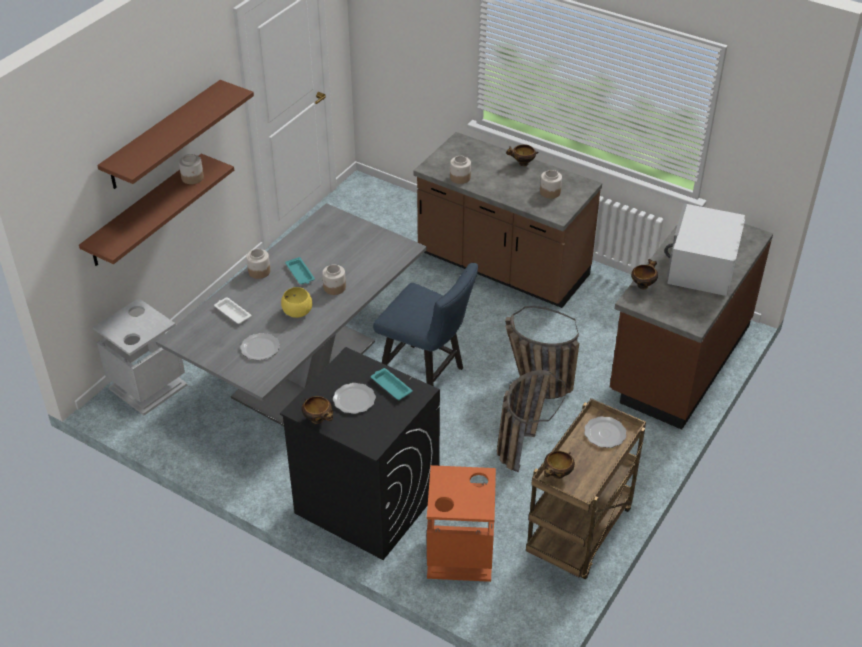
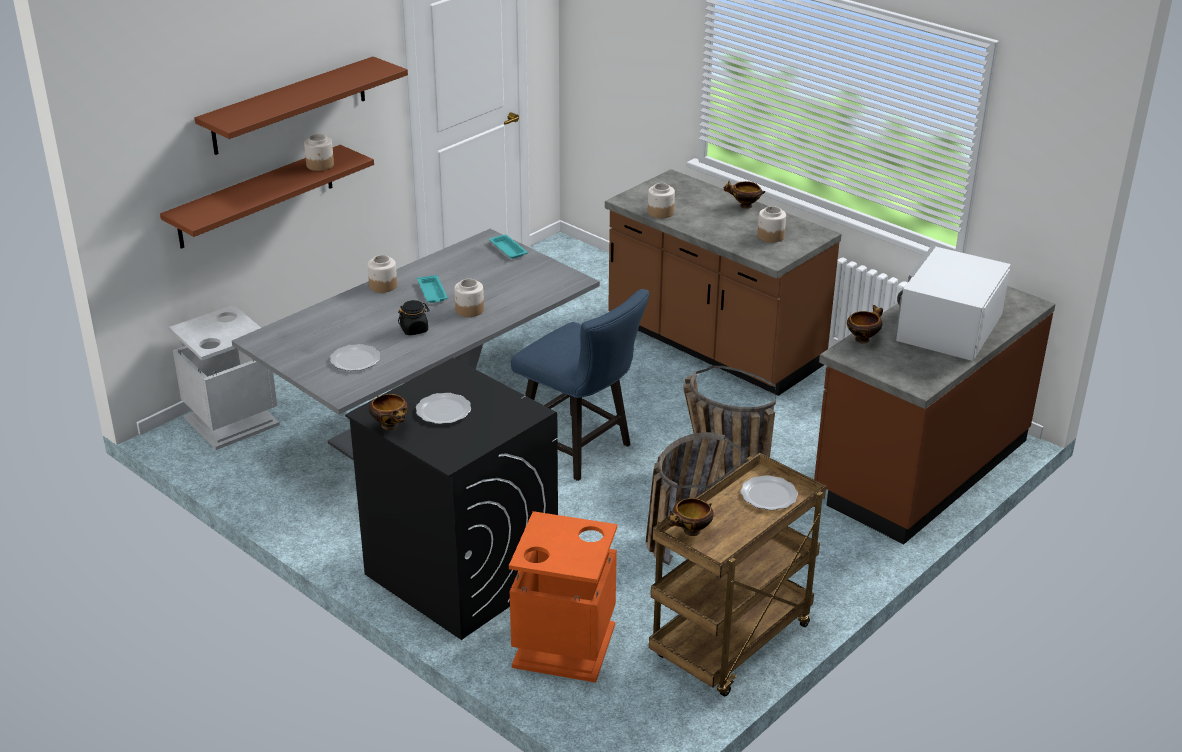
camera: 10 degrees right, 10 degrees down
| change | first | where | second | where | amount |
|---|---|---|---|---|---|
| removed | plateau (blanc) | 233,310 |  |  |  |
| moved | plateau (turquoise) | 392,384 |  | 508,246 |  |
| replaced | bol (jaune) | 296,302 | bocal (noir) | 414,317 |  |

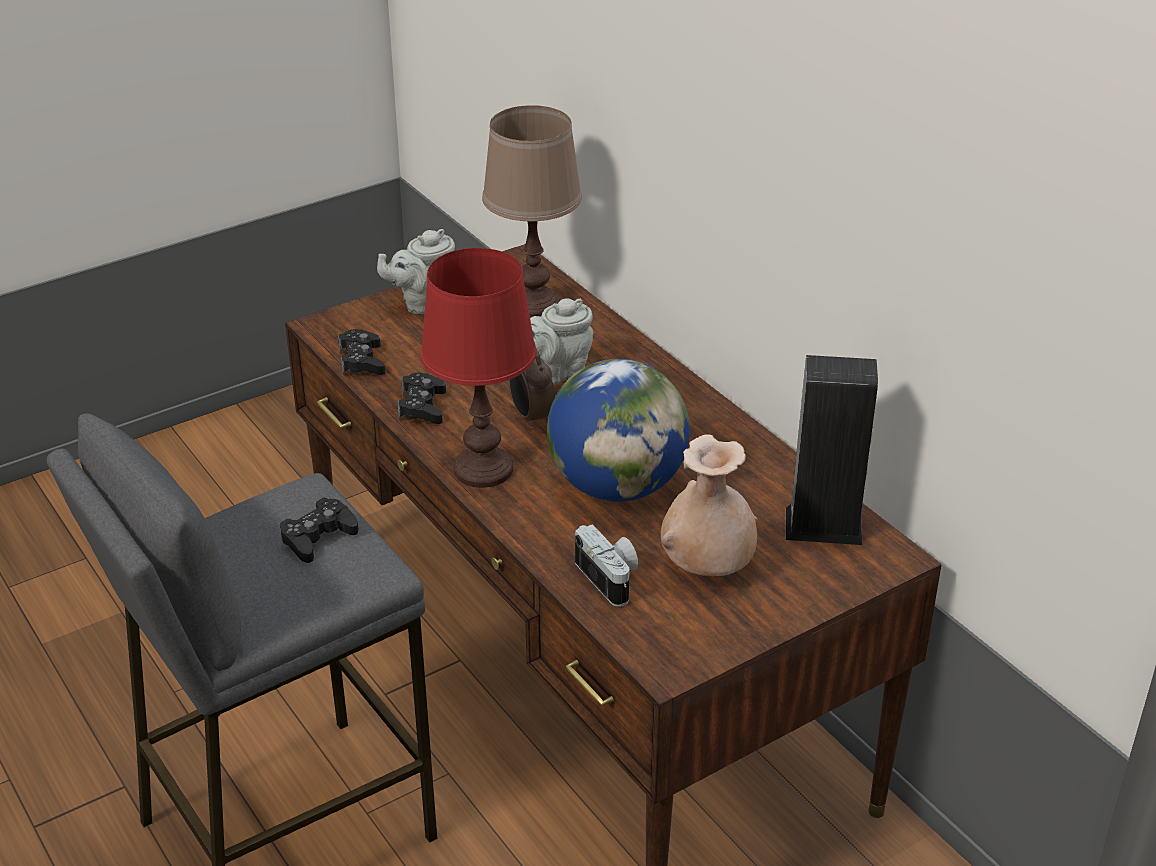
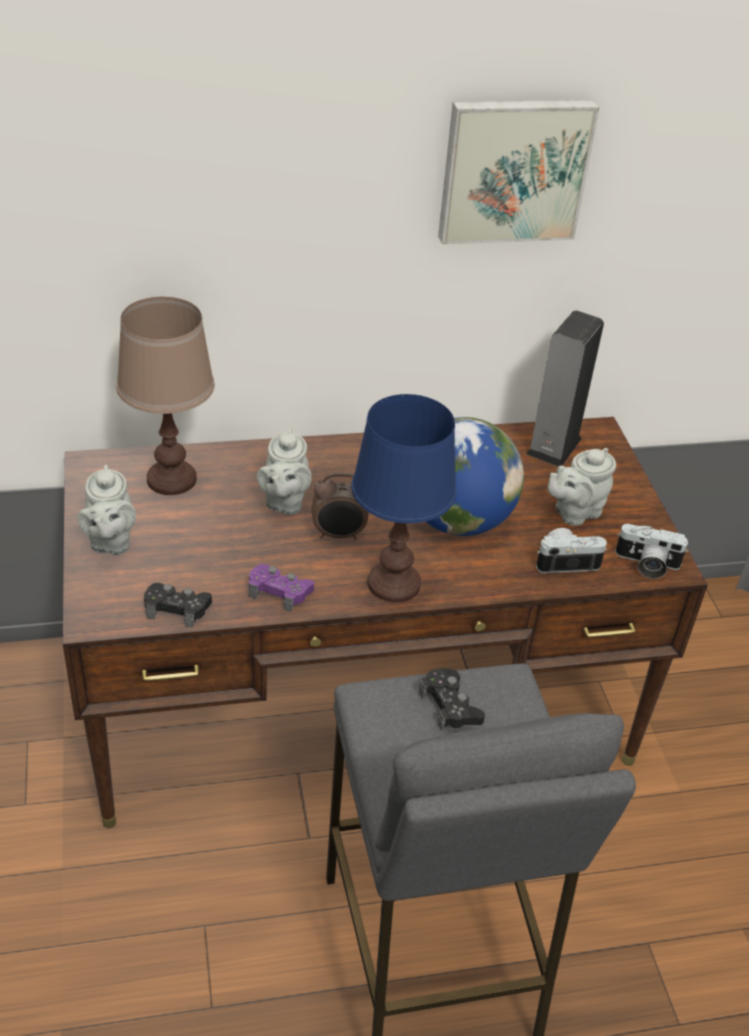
camera: 70 degrees left, 5 degrees up
| change | first | where | second | where | amount |
|---|---|---|---|---|---|
| added |  |  | tableau | 518,172 |  |
| added |  |  | appareil photo | 651,551 |  |
| replaced | vase (beige) | 709,505 | théière (gris) | 582,487 |  |
| recoloured | manette (noir) | 422,398 | manette (violet) | 281,588 |  |
| recoloured | lampe de table (rouge) | 478,368 | lampe de table (bleu) | 404,498 |  |

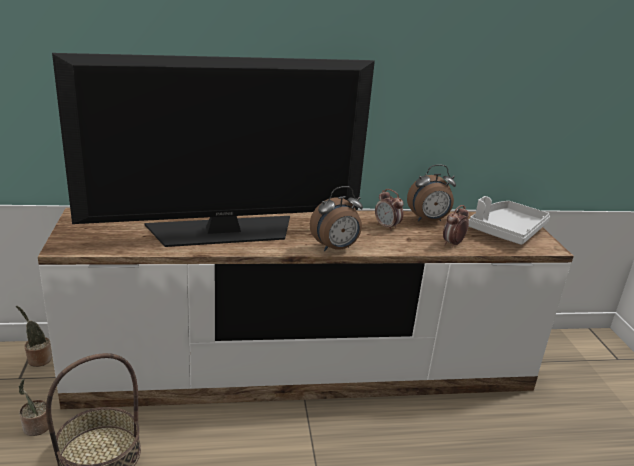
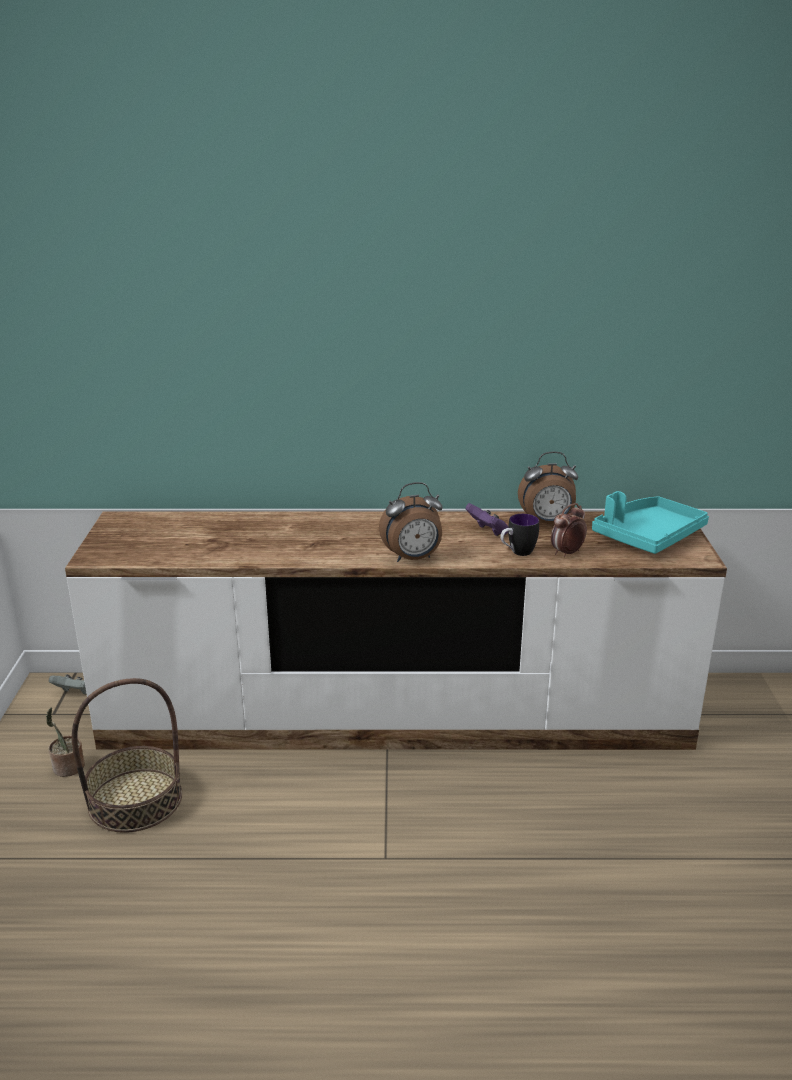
camera: 10 degrees right, 0 degrees up
| change | first | where | second | where | amount |
|---|---|---|---|---|---|
| removed | téléviseur | 213,150 |  |  |  |
| added |  |  | mug | 519,535 |  |
| replaced | plante en pot | 34,336 | manette (gris) | 67,684 |  |
| replaced | réveil | 389,210 | manette (violet) | 487,519 |  |
| recoloured | plateau (gris) | 509,220 | plateau (turquoise) | 650,522 |  |

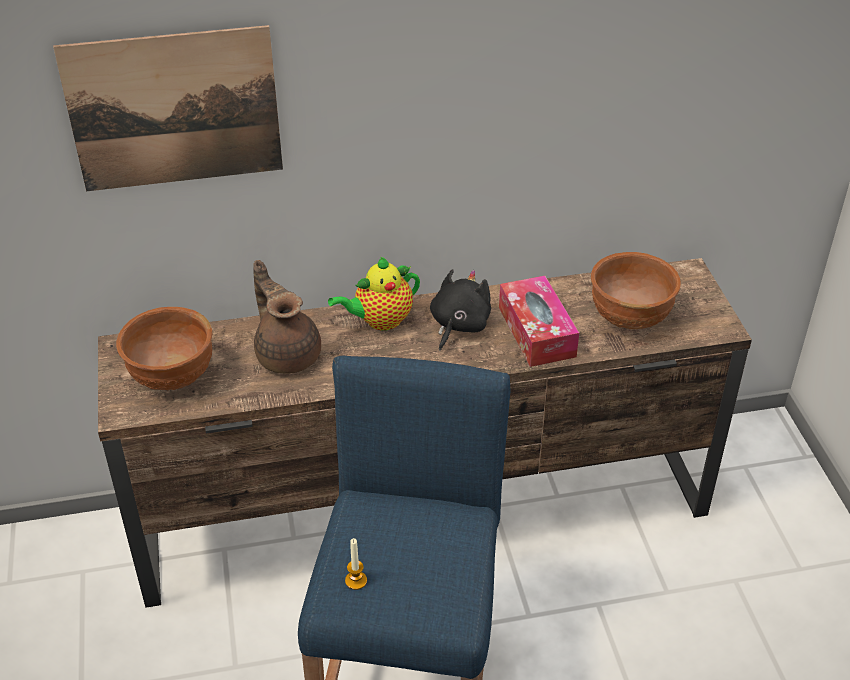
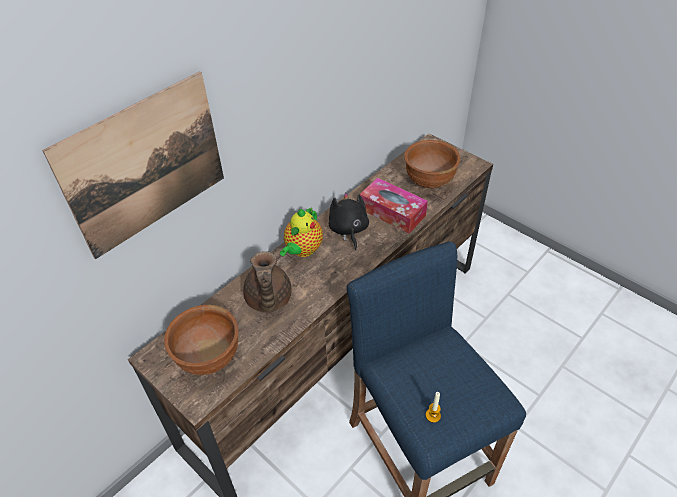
camera: 35 degrees left, 5 degrees up
| change | first | where | second | where | amount |
|---|---|---|---|---|---|
| turned | théière (marron) | 287,317 |  | 267,282 | 120 degrees counterclockwise |

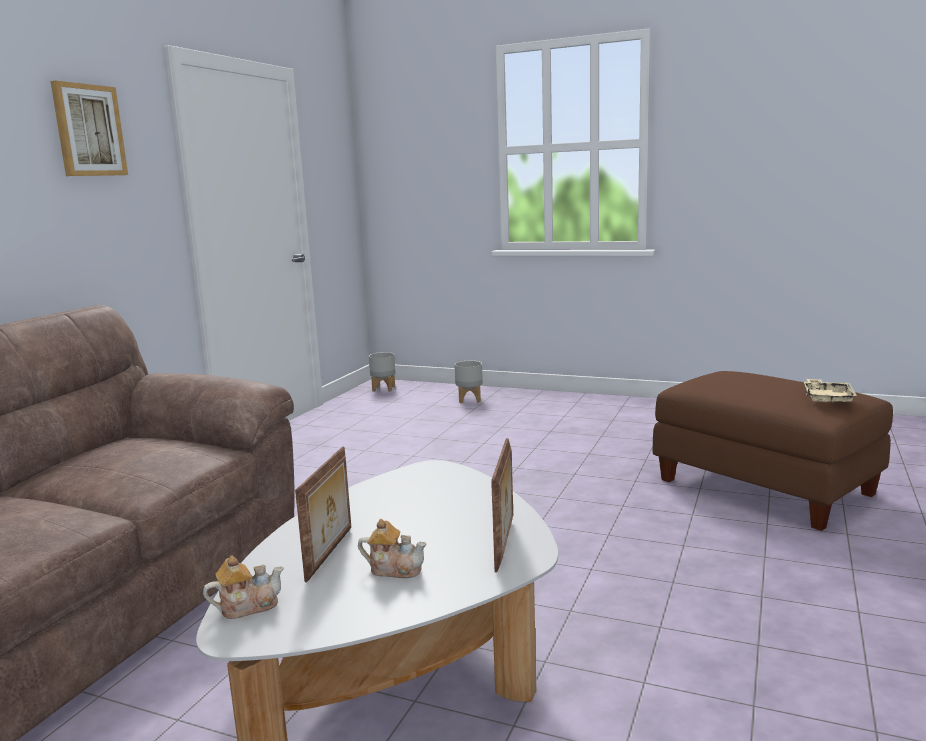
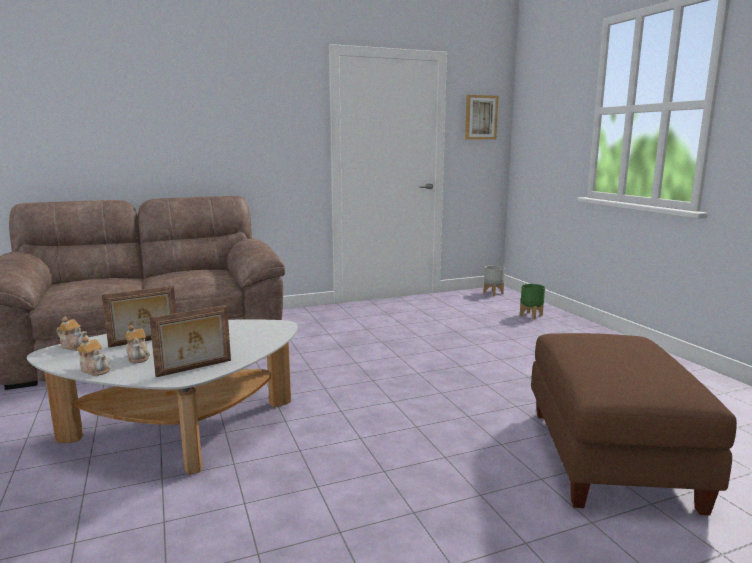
camera: 45 degrees right, 0 degrees up
| change | first | where | second | where | amount |
|---|---|---|---|---|---|
| removed | plateau (beige) | 830,391 |  |  |  |
| added |  |  | théière | 93,356 |  |
| moved | tableau | 89,128 |  | 481,117 |  |
| recoloured | cache-pot (gris) | 469,382 | cache-pot (vert) | 532,301 |  |

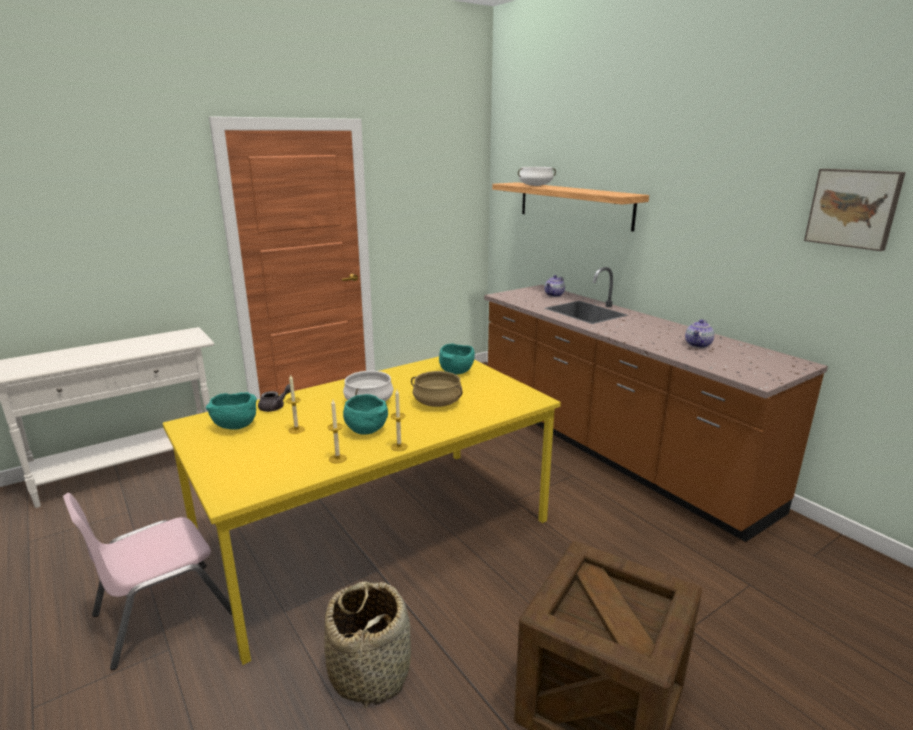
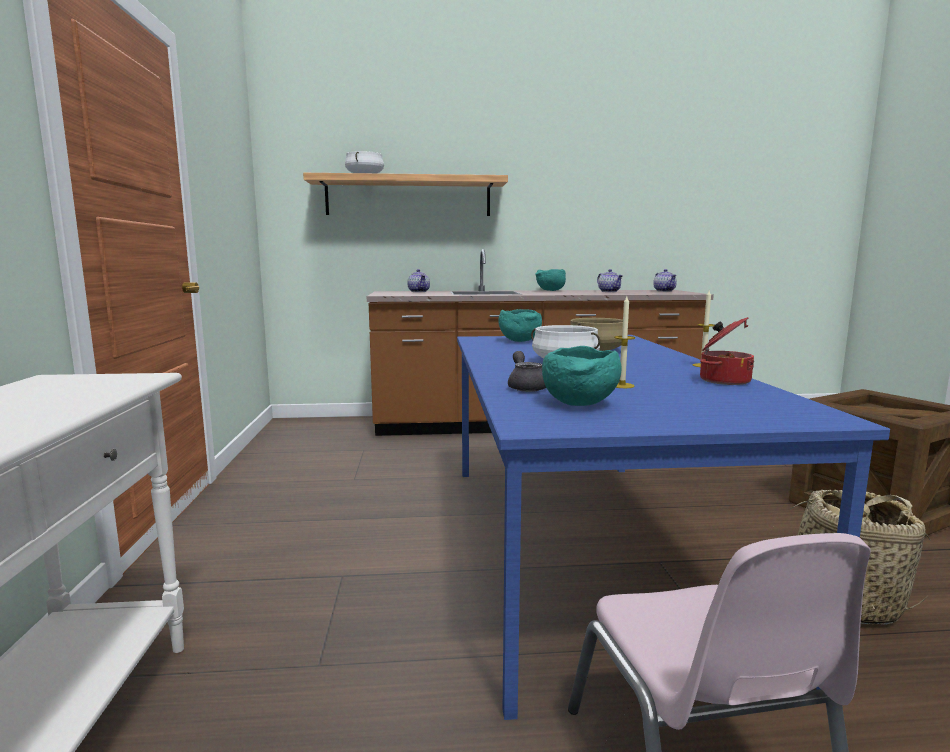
camera: 60 degrees left, 10 degrees down
| change | first | where | second | where | amount |
|---|---|---|---|---|---|
| removed | tableau | 855,210 |  |  |  |
| added |  |  | théière | 665,280 |  |
| moved | bol (turquoise) | 365,414 |  | 551,280 |  |
| replaced | bougie | 337,431 | marmite | 727,351 |  |
| recoloured | table à manger (jaune) | 362,511 | table à manger (bleu) | 673,527 |  |

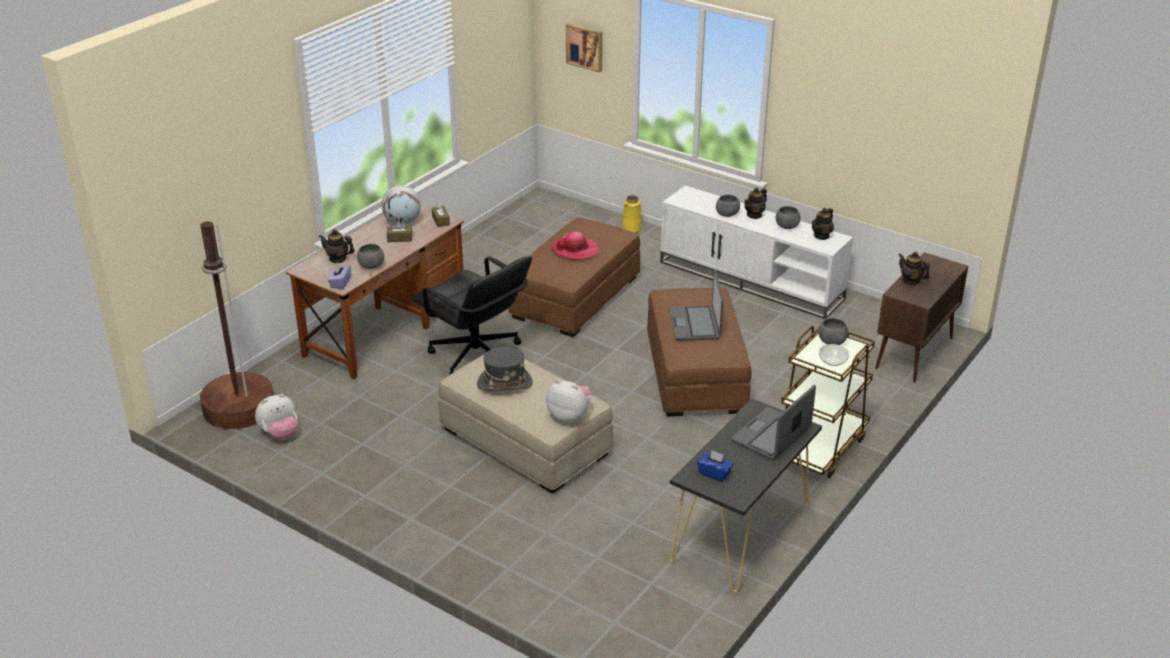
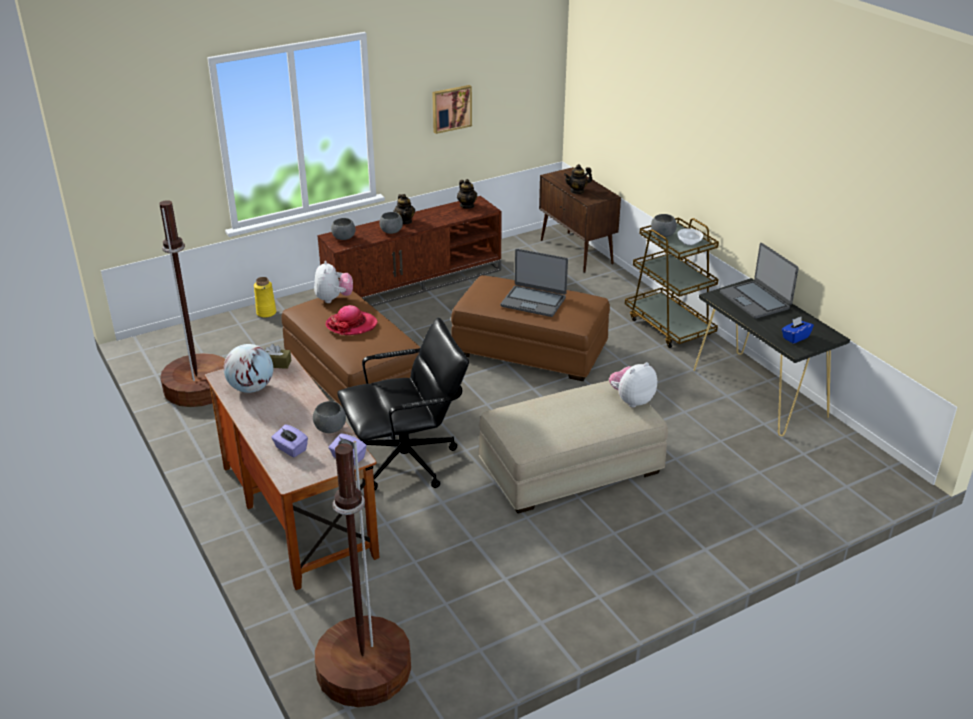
camera: 65 degrees left, 0 degrees up
| change | first | where | second | where | amount |
|---|---|---|---|---|---|
| removed | boîte à mouchoirs (marron) | 399,232 |  |  |  |
| removed | chapeau (gris) | 505,369 |  |  |  |
| added |  |  | lampadaire (marron) | 192,303 |  |
| moved | peluche | 276,417 |  | 333,282 |  |
| moved | tableau | 584,48 |  | 452,109 |  |
| moved | bol (gris) | 787,217 |  | 343,229 |  |
| replaced | théière | 337,246 | boîte à mouchoirs (violet) | 289,441 |  |
| recoloured | meuble télé (blanc) | 756,252 | meuble télé (marron) | 409,251 |  |

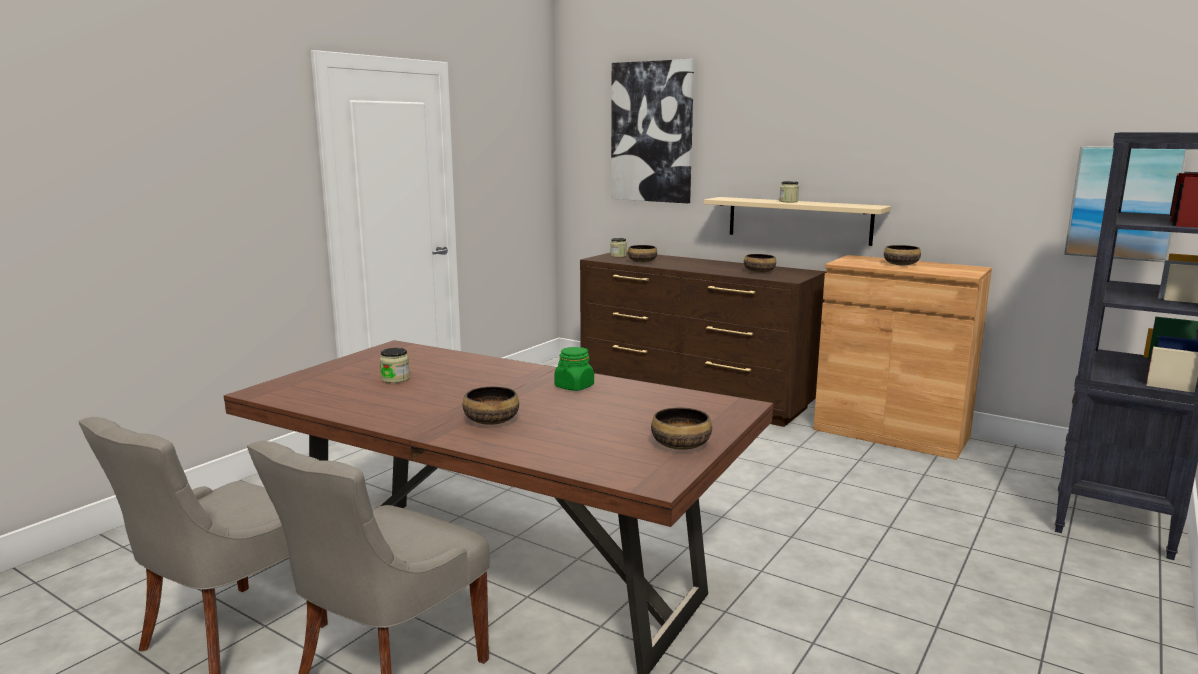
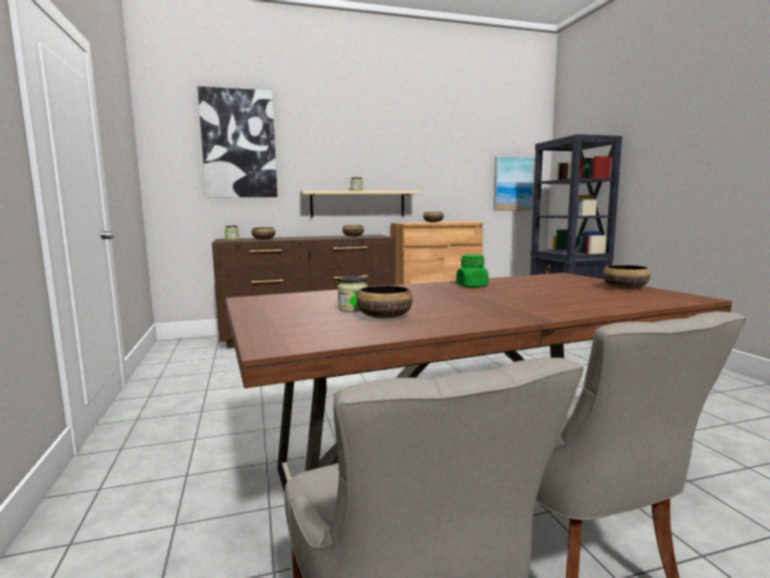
camera: 50 degrees left, 5 degrees down
| change | first | where | second | where | amount |
|---|---|---|---|---|---|
| moved | bol | 491,405 |  | 384,302 |  |

